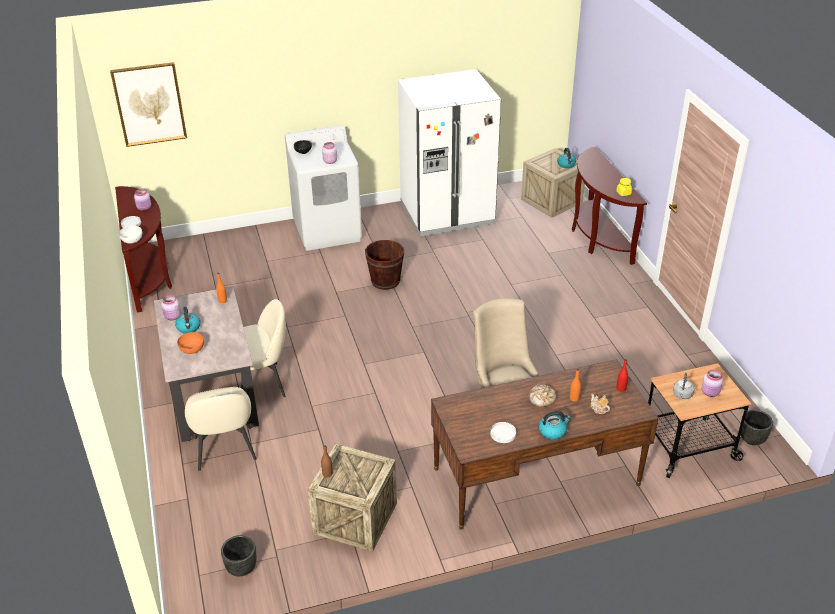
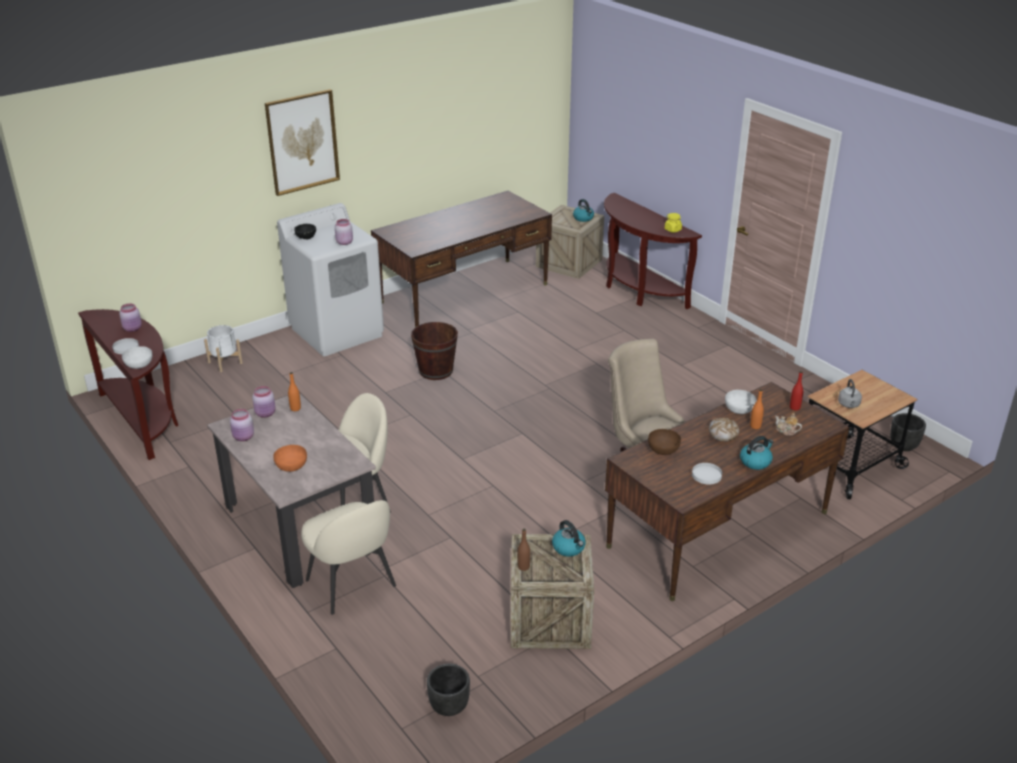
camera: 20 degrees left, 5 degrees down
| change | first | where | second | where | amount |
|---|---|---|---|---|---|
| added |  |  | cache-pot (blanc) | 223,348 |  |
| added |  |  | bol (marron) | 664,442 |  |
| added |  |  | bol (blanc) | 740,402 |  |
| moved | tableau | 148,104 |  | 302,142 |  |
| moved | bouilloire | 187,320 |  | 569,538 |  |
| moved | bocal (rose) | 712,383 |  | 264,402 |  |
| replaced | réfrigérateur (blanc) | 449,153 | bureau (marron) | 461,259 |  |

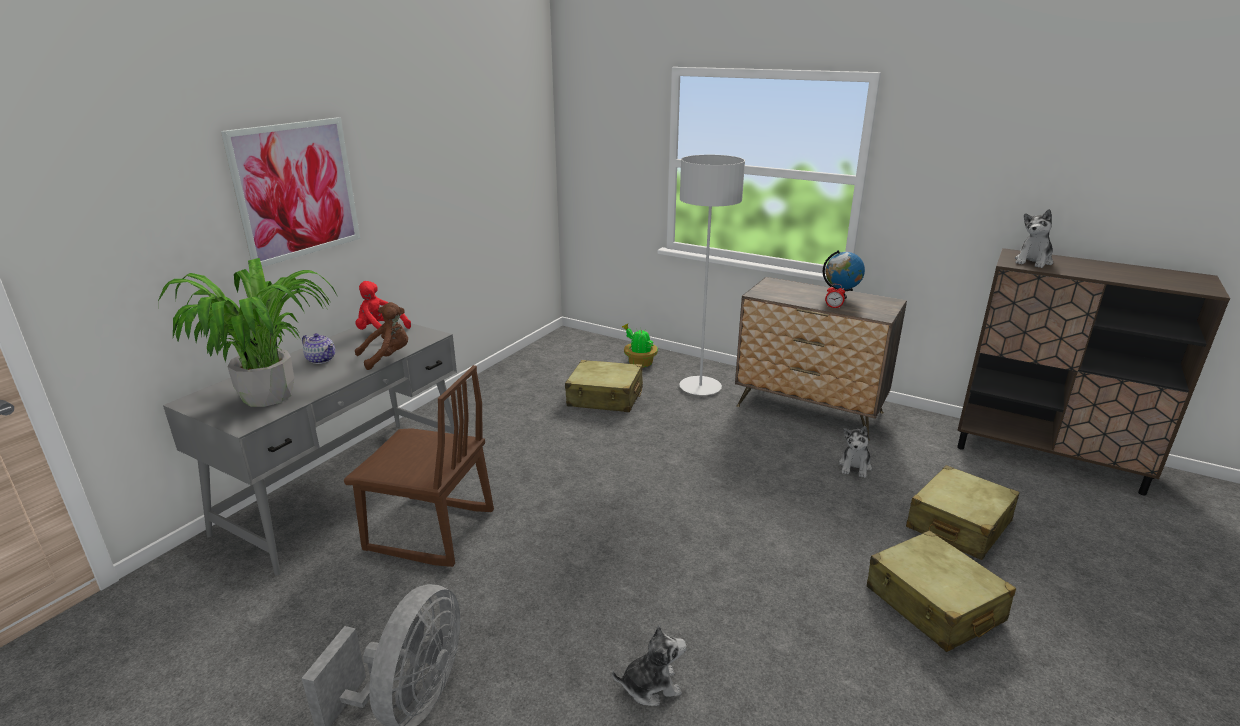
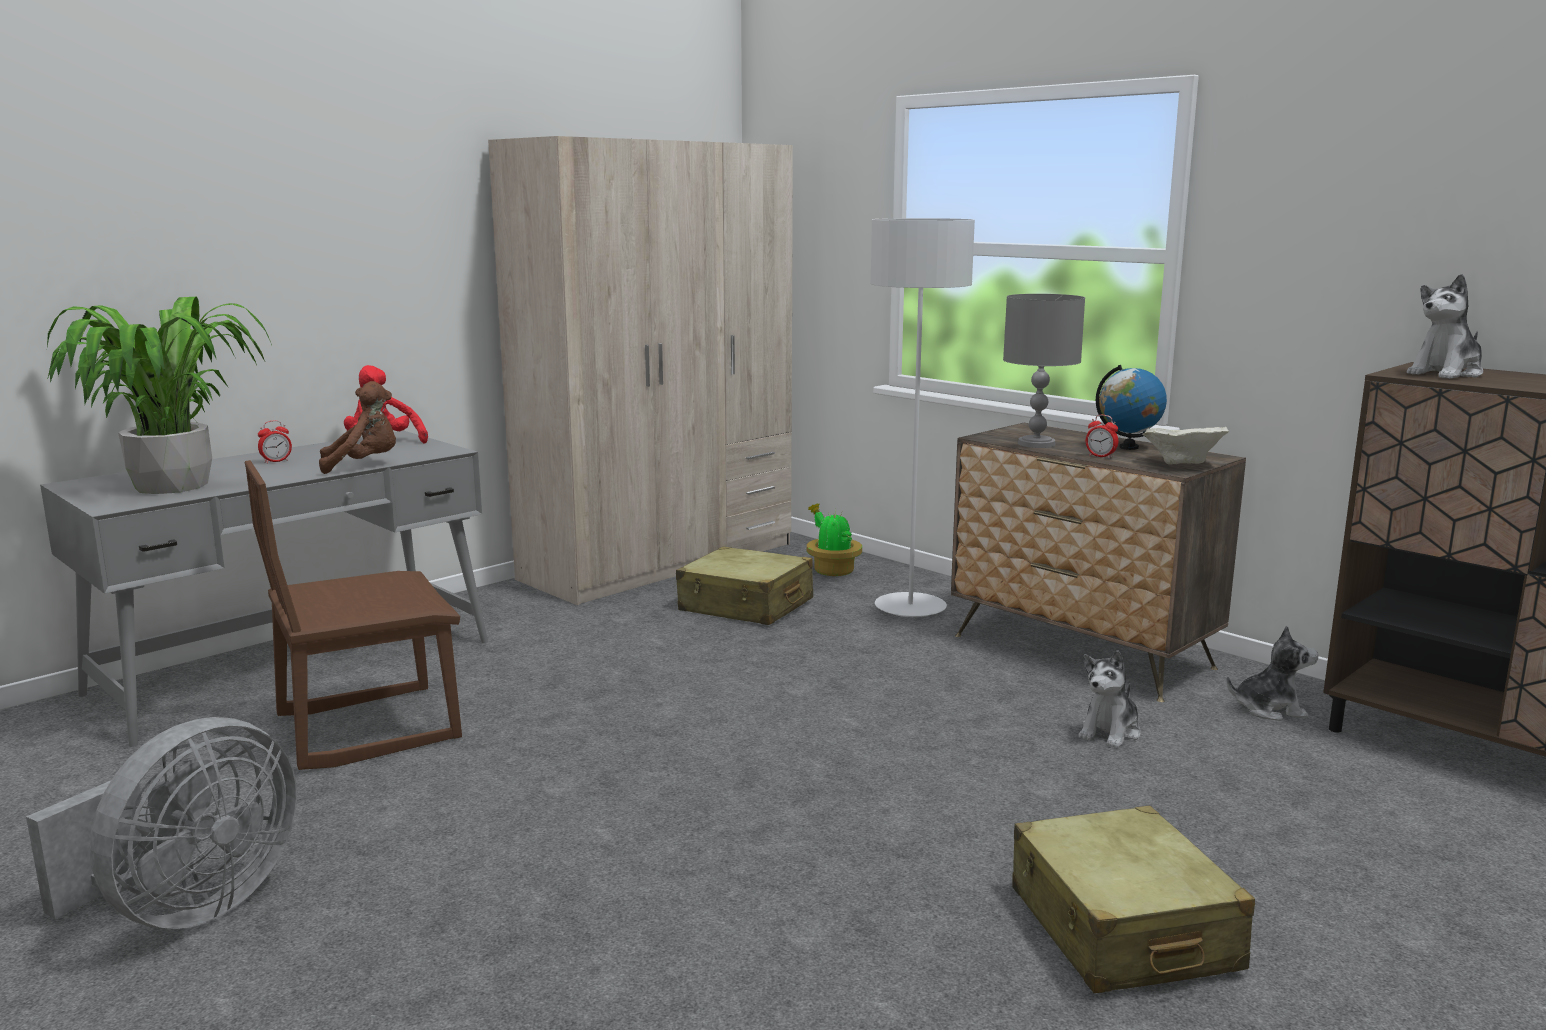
camera: 15 degrees right, 10 degrees down
| change | first | where | second | where | amount |
|---|---|---|---|---|---|
| removed | tableau | 290,192 |  |  |  |
| removed | valise (beige) | 963,512 |  |  |  |
| added |  |  | armoire (beige) | 640,370 |  |
| added |  |  | lampe de table (gris) | 1044,371 |  |
| added |  |  | bol (beige) | 1185,446 |  |
| moved | peluche | 649,665 |  | 1273,673 |  |
| replaced | théière | 318,348 | réveil | 275,442 |  |
| turned | chaise (marron) | 419,466 |  | 353,615 | 120 degrees clockwise |

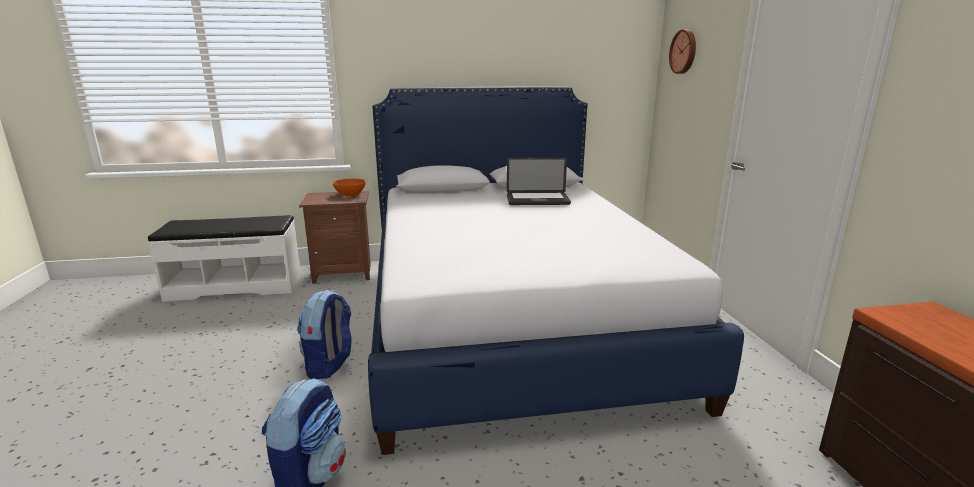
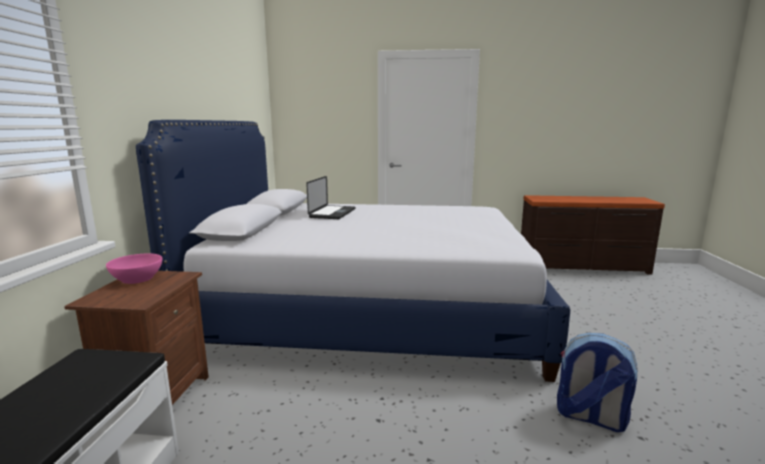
camera: 75 degrees left, 5 degrees down
| change | first | where | second | where | amount |
|---|---|---|---|---|---|
| removed | sac à dos | 324,334 |  |  |  |
| removed | horloge murale | 682,51 |  |  |  |
| recoloured | bol (orange) | 349,187 | bol (rose) | 134,268 |  |

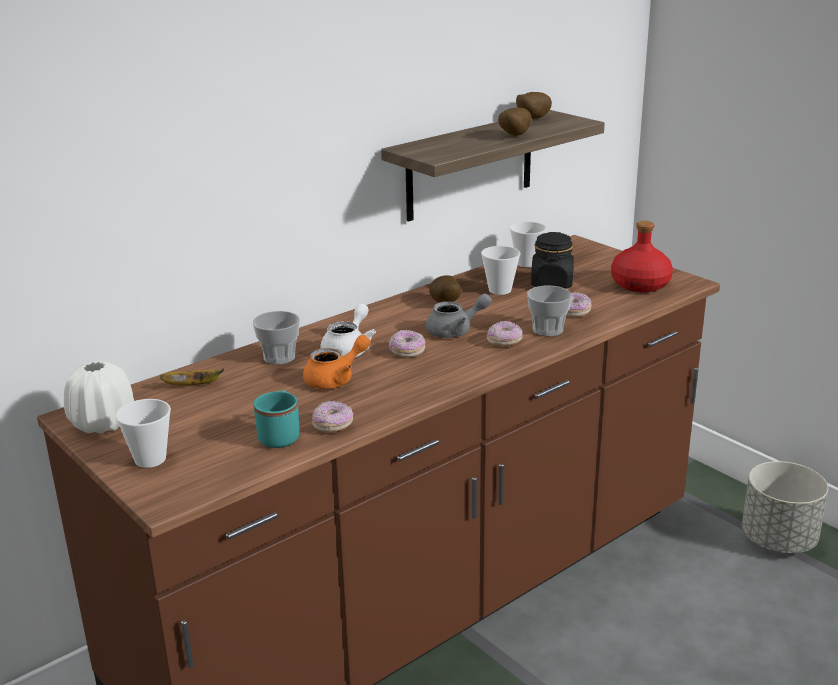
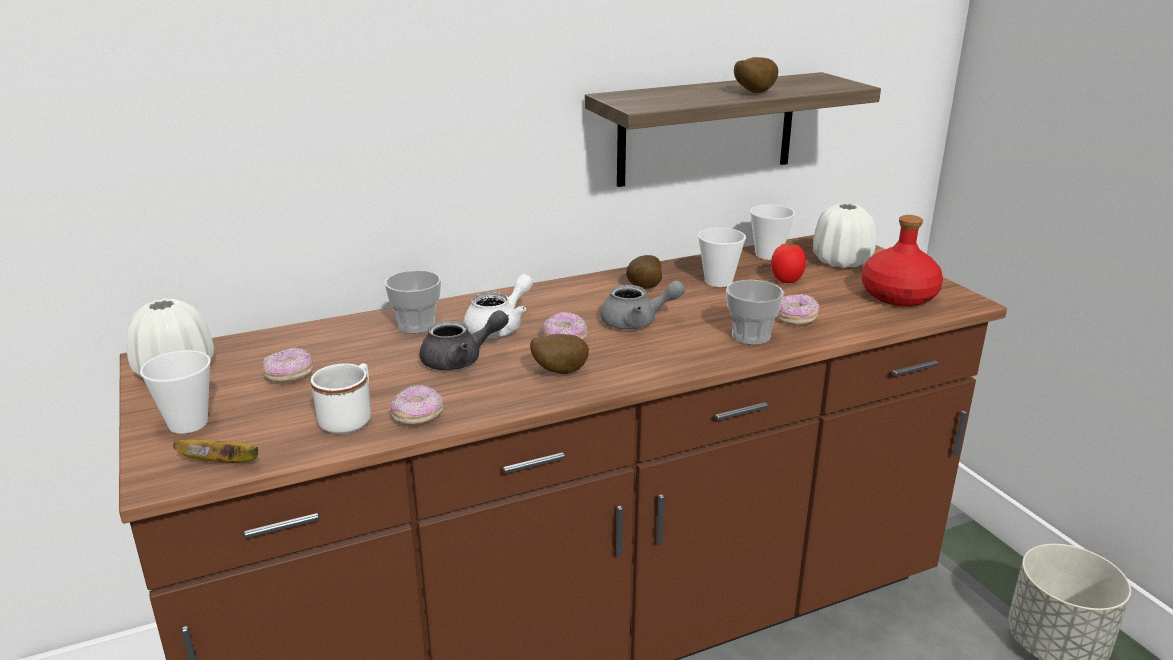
camera: 15 degrees right, 0 degrees up
| change | first | where | second | where | amount |
|---|---|---|---|---|---|
| added |  |  | vase (blanc) | 844,235 |  |
| moved | banane | 192,376 |  | 215,451 |  |
| moved | beignet | 504,333 |  | 287,364 |  |
| moved | pomme de terre | 534,105 |  | 559,354 |  |
| replaced | bocal (noir) | 552,260 | tomate | 788,263 |  |
| recoloured | mug (turquoise) | 277,419 | mug (blanc) | 341,398 |  |
| recoloured | théière (orange) | 337,362 | théière (gris) | 464,340 |  |

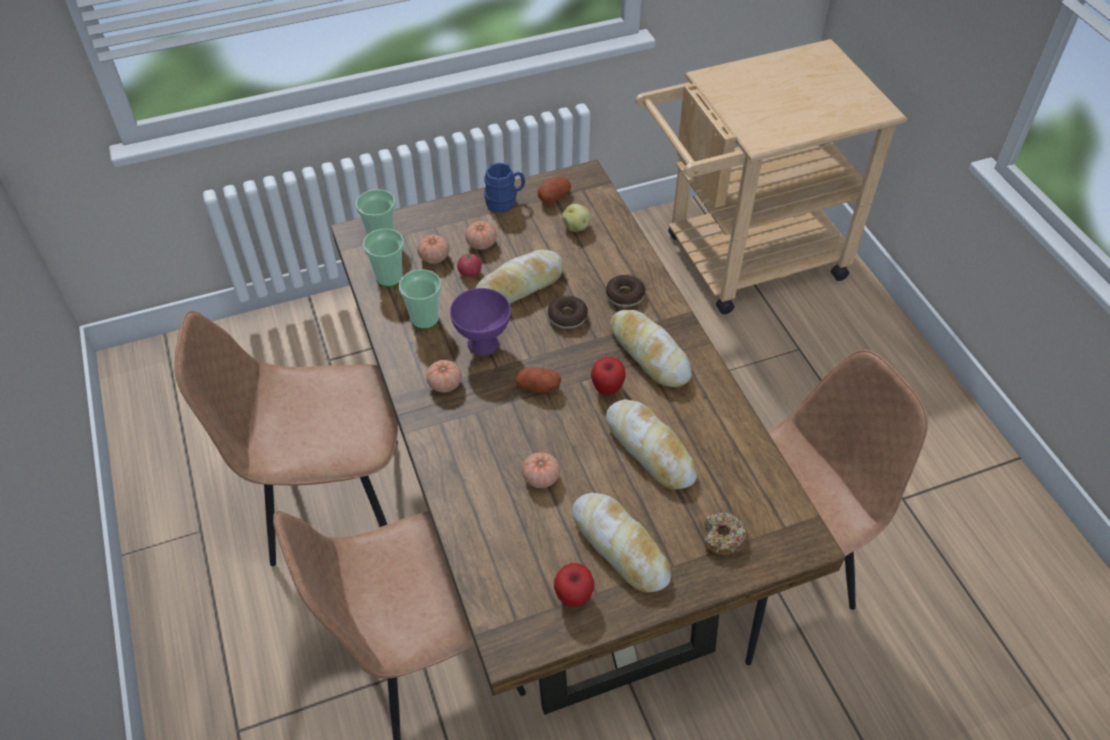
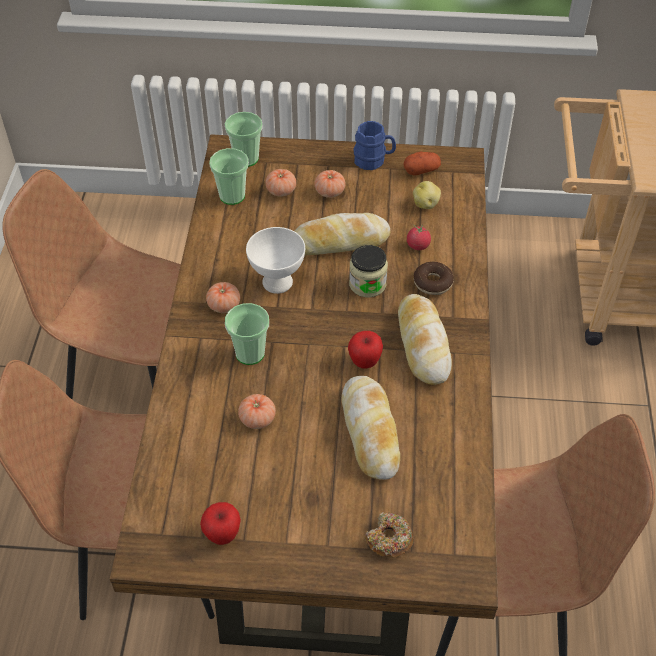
camera: 25 degrees right, 0 degrees up
| change | first | where | second | where | amount |
|---|---|---|---|---|---|
| removed | pomme de terre | 538,380 |  |  |  |
| removed | pain | 621,543 |  |  |  |
| moved | tasse | 420,299 |  | 247,334 |  |
| moved | tomate | 469,264 |  | 419,237 |  |
| replaced | beignet | 568,312 | bocal | 368,271 |  |
| recoloured | bol (violet) | 480,322 | bol (blanc) | 275,260 |  |

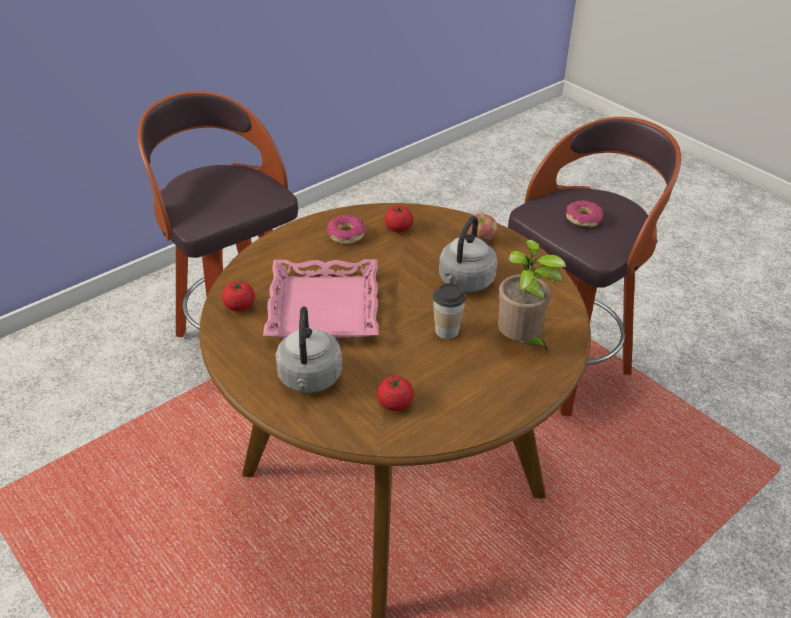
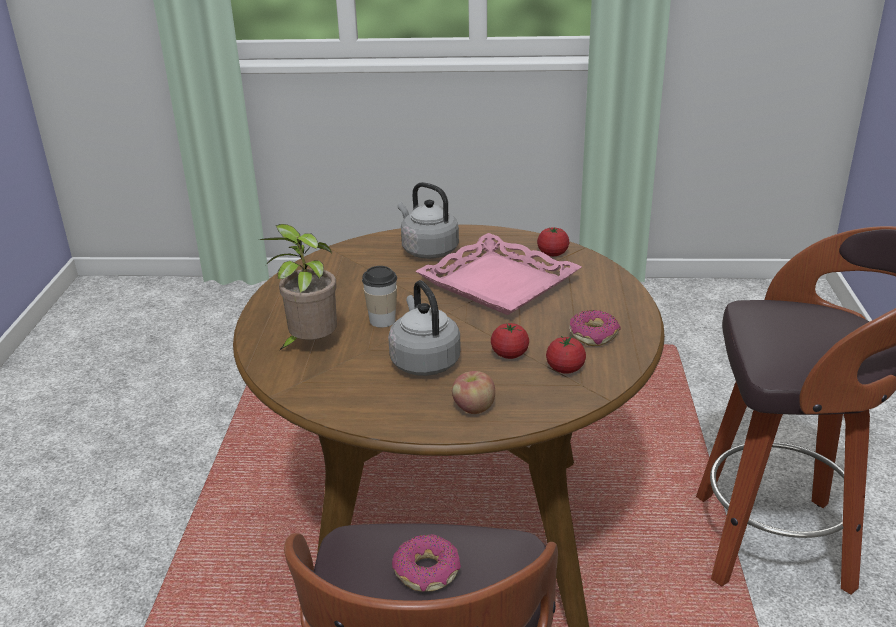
camera: 135 degrees right, 10 degrees down
| change | first | where | second | where | amount |
|---|---|---|---|---|---|
| moved | tomate | 395,393 |  | 510,341 |  |

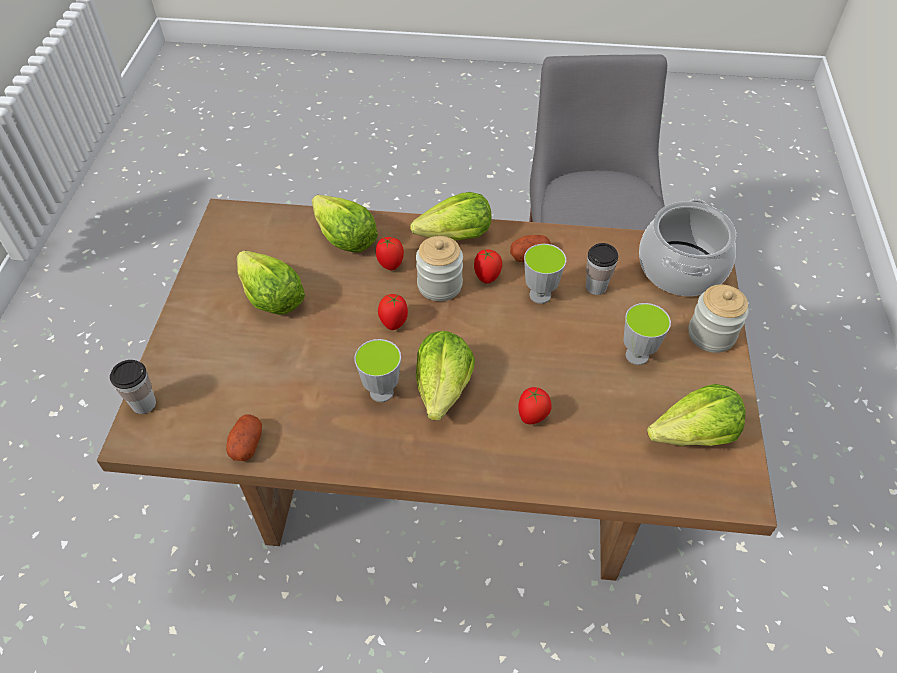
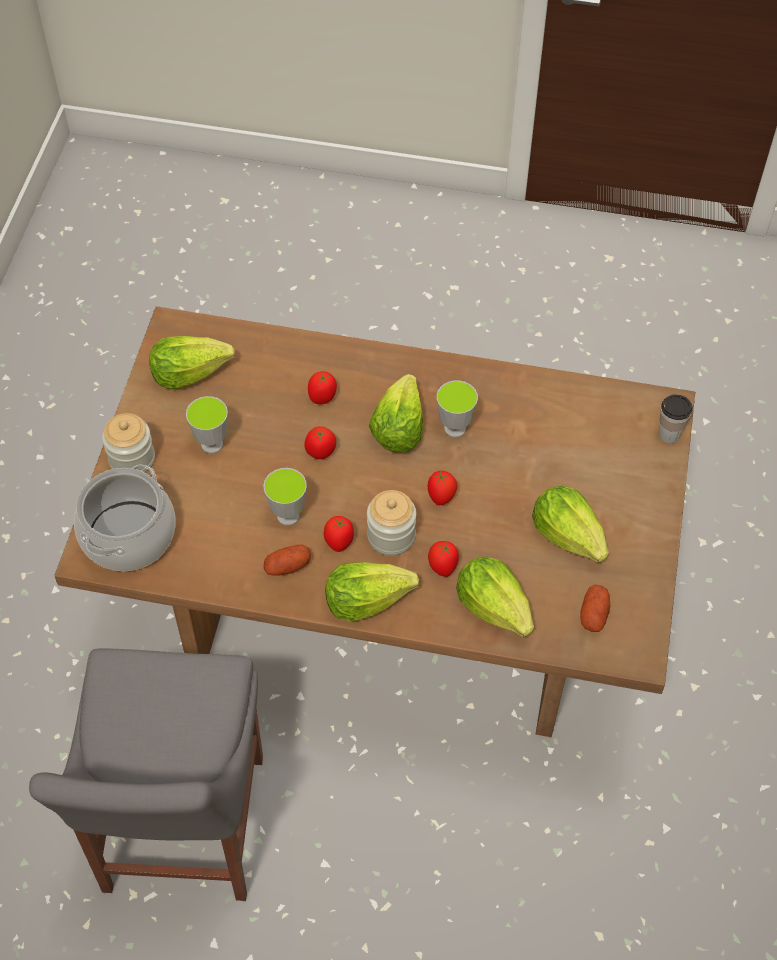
camera: 175 degrees left, 5 degrees up
| change | first | where | second | where | amount |
|---|---|---|---|---|---|
| removed | tasse | 602,269 |  |  |  |
| added |  |  | tomate | 320,442 |  |
| moved | pomme de terre | 244,438 |  | 595,608 |  |

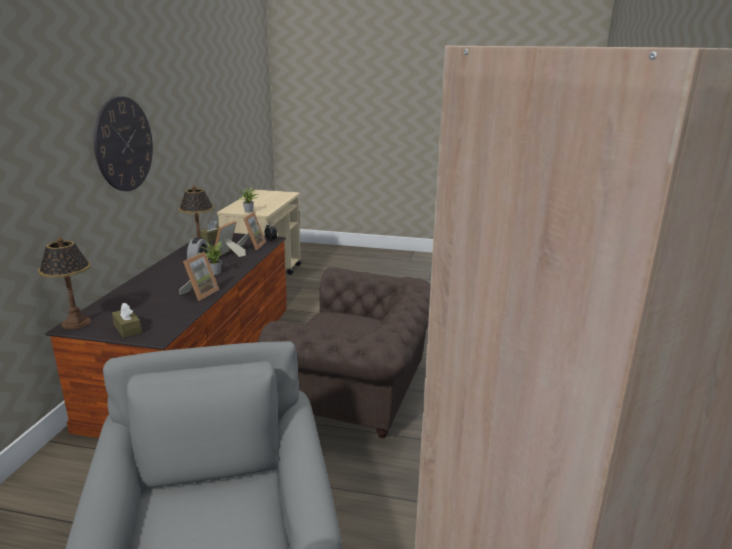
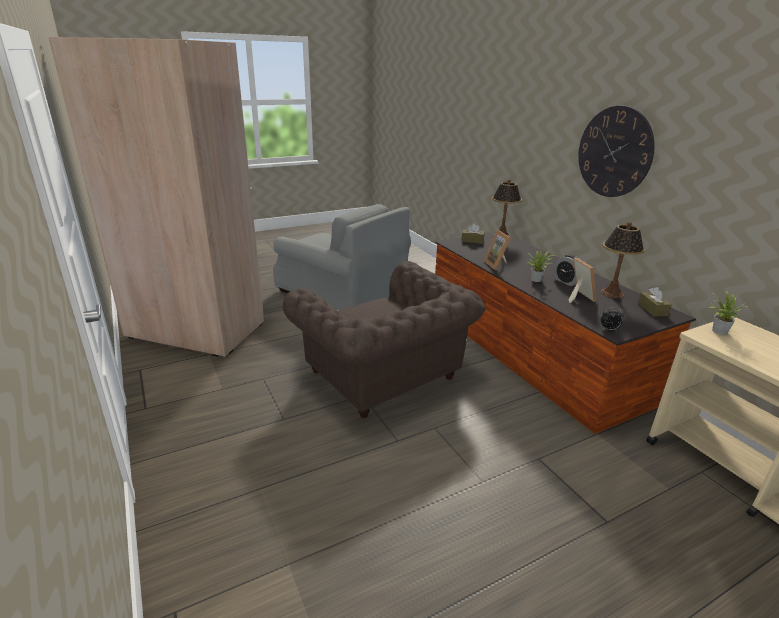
camera: 140 degrees right, 5 degrees up
| change | first | where | second | where | amount |
|---|---|---|---|---|---|
| removed | cadre photo | 251,231 |  |  |  |
| turned | fauteuil (marron) | 344,352 |  | 384,339 | 105 degrees counterclockwise |

